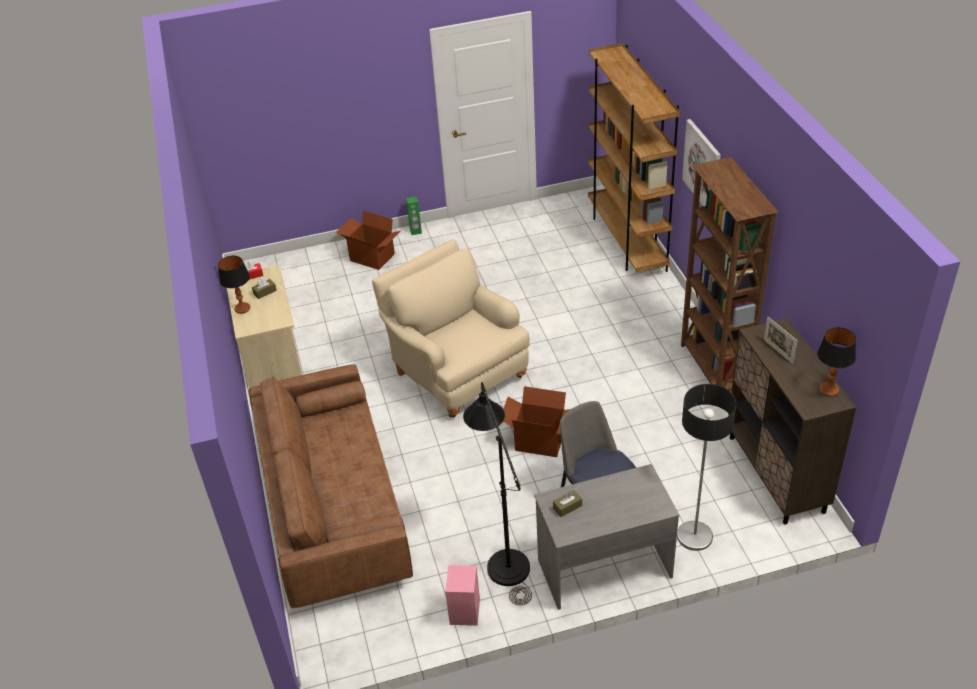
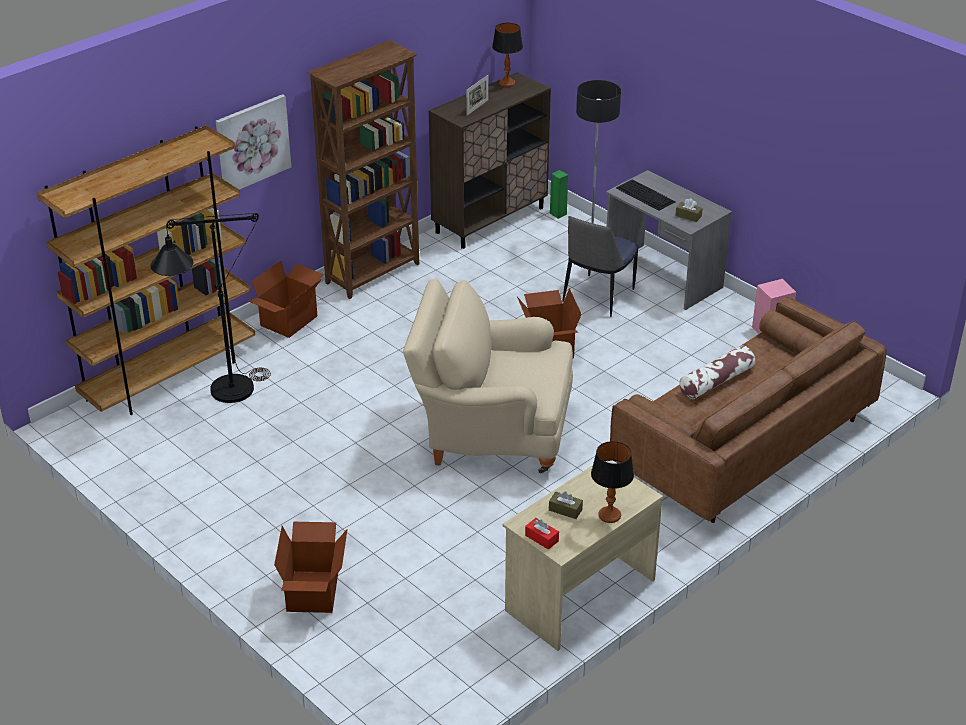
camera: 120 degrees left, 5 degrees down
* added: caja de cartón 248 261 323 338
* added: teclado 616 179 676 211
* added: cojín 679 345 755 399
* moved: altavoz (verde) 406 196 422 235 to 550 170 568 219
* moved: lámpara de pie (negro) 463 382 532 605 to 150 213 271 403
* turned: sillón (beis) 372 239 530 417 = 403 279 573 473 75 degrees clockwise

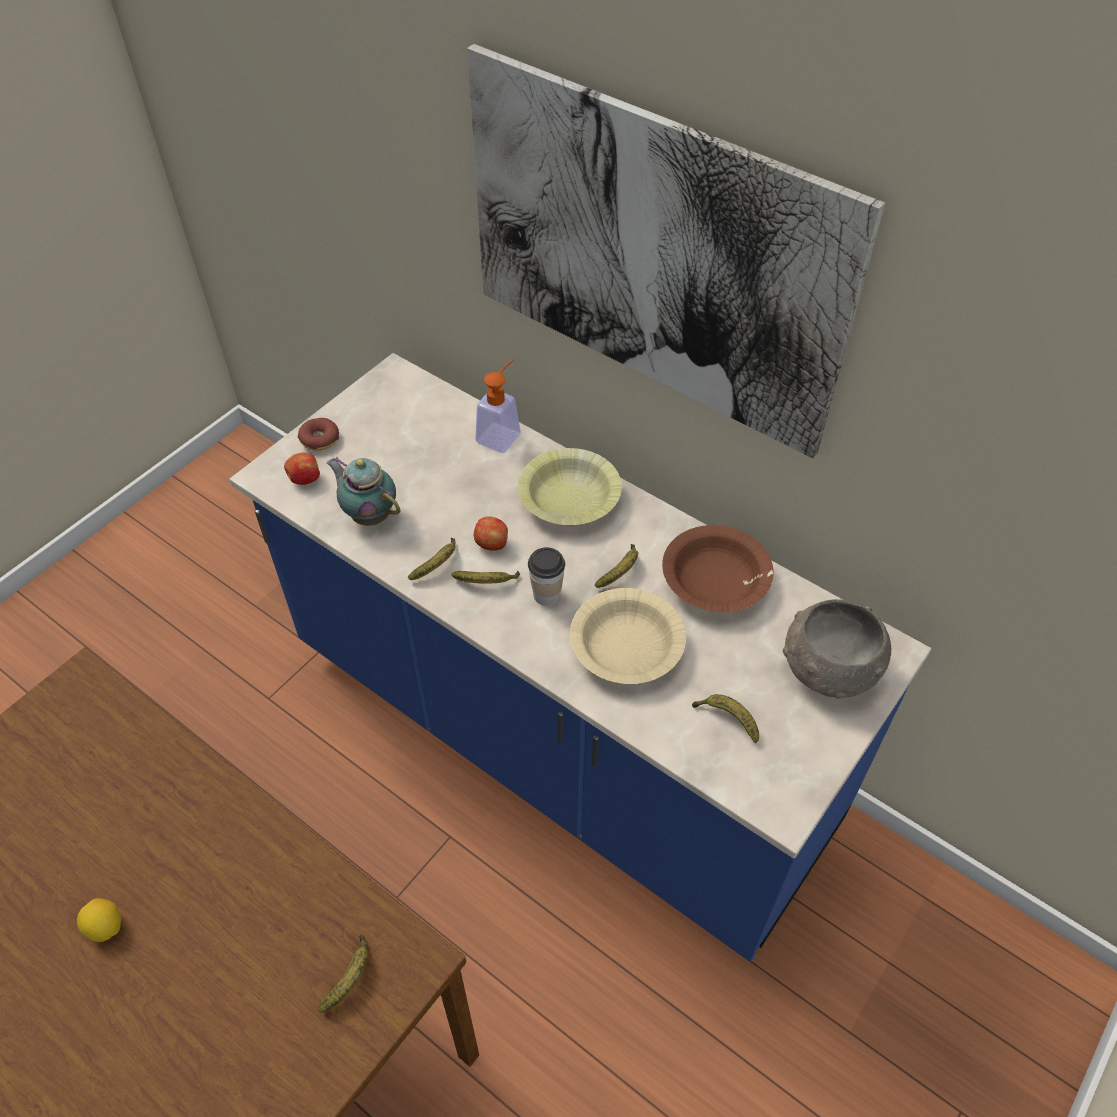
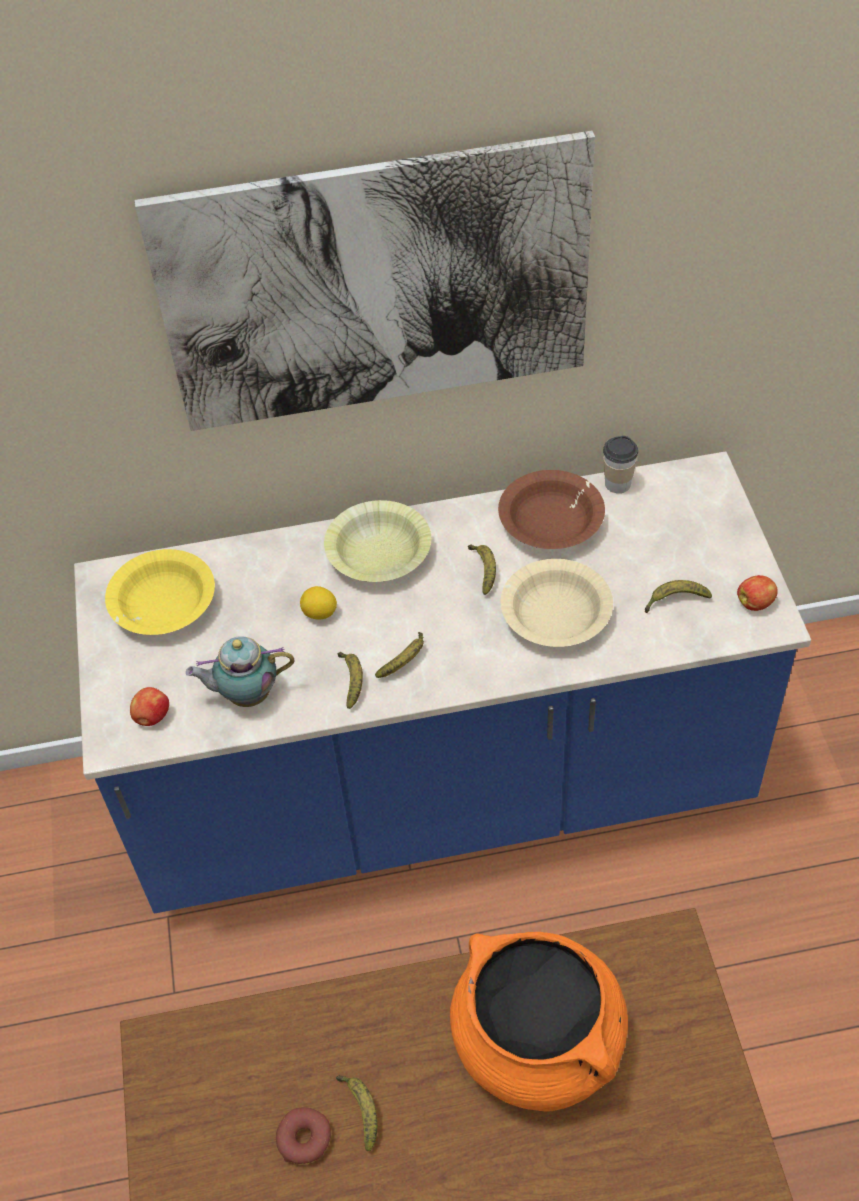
camera: 45 degrees left, 0 degrees up
* removed: dispensador de jabón 475 359 521 453
* removed: cuenco (gris) 782 599 891 699
* added: cuenco (amarillo) 105 549 215 635
* added: olla (naranja) 450 932 628 1112
* moved: limón 77 898 121 942 to 300 586 337 619
* moved: rosquilla 298 418 339 450 to 276 1107 331 1164
* moved: plátano 318 935 368 1013 to 336 1075 378 1151
* moved: manzana 474 516 508 551 to 737 575 778 611
* moved: taza 528 547 565 606 to 603 436 638 493

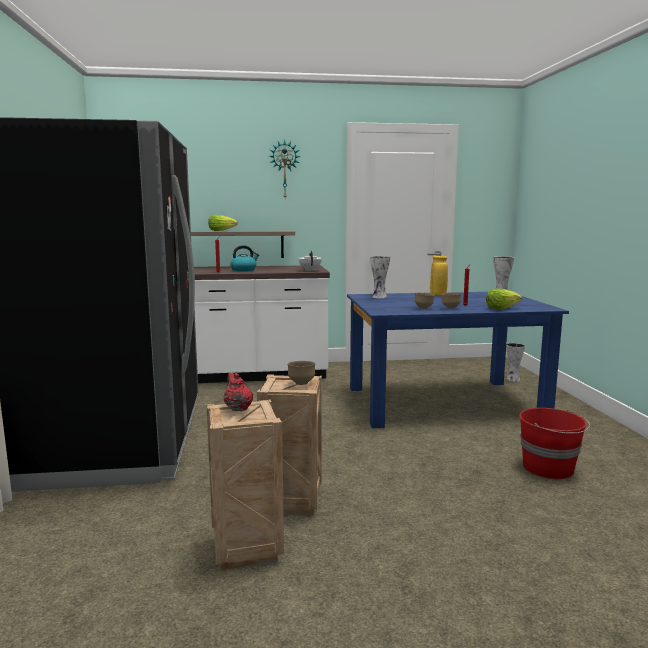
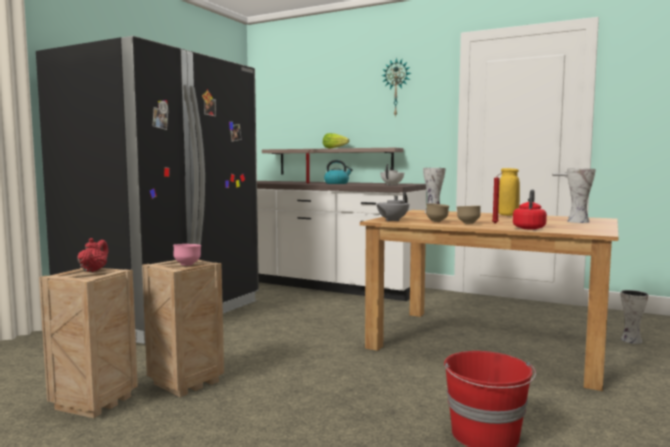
camera: 35 degrees right, 5 degrees down
* added: tetera (gris) 376 191 409 221
* replaced: lechuga 486 289 522 309 to hervidor (rojo) 513 189 547 230
* recoloured: cuenco (marrón) 287 361 316 385 to cuenco (rosa) 173 244 201 266
* recoloured: mesa de comedor (azul) 347 292 569 428 to mesa de comedor (marrón) 360 210 619 391

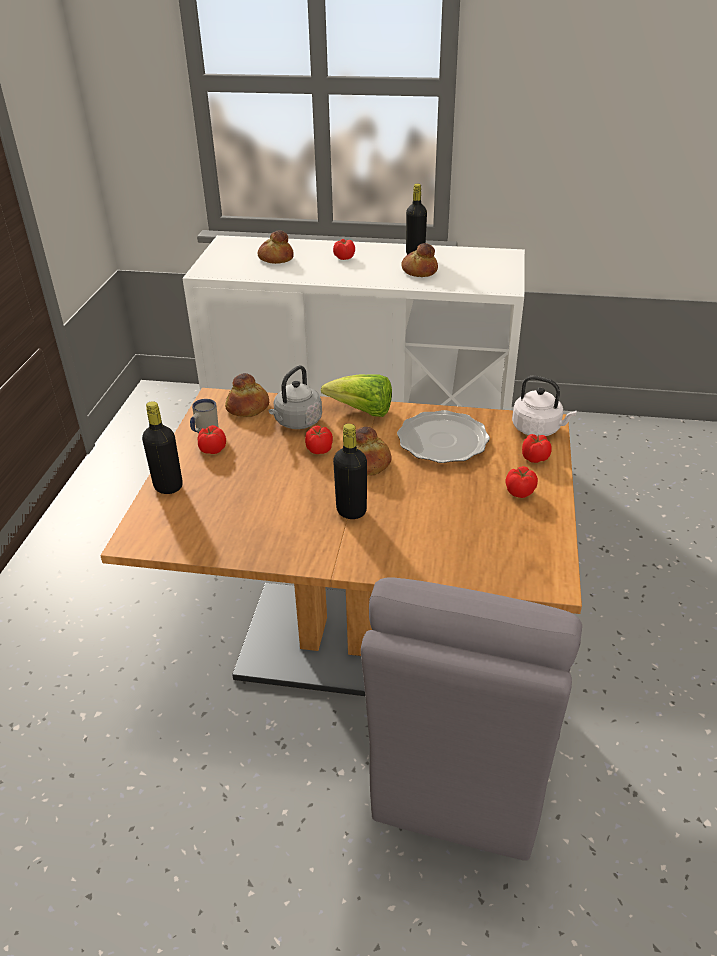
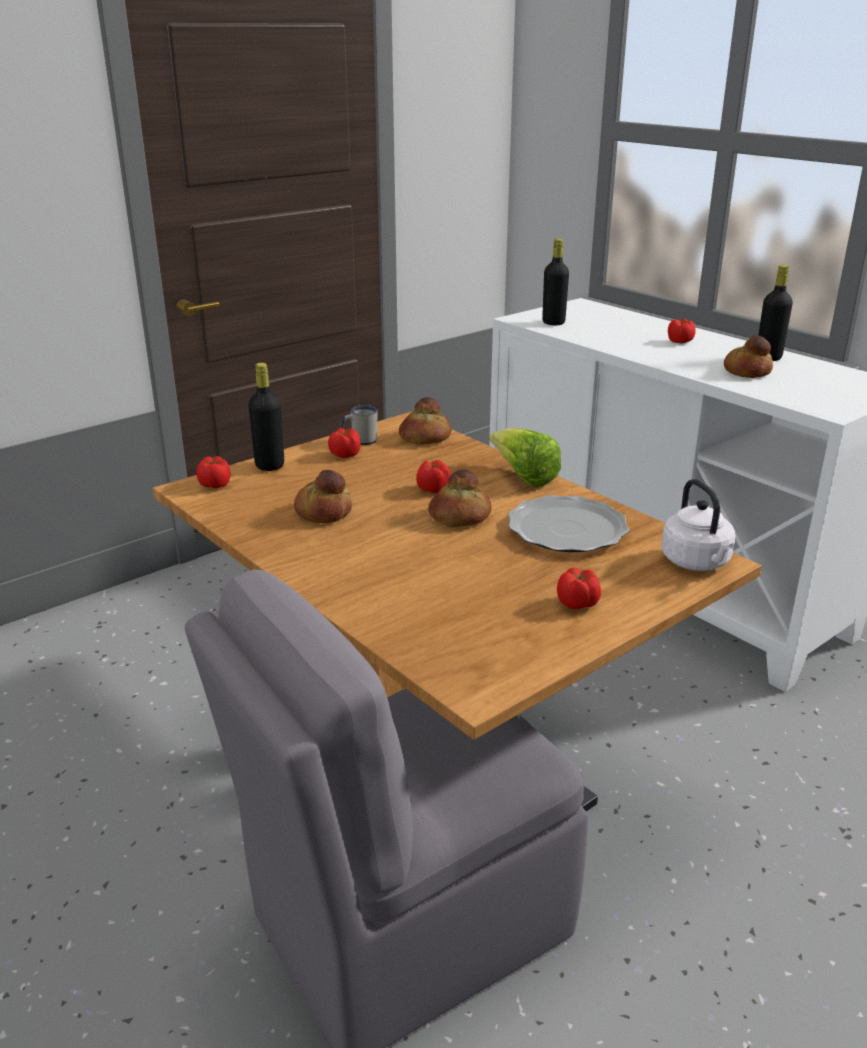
camera: 40 degrees right, 10 degrees down
* removed: hervidor (gris) 269 365 322 429
* moved: pan 258 230 294 264 to 294 470 353 523
* moved: botella (negro) 333 424 367 519 to 542 238 569 325
* moved: tomate 522 434 551 463 to 196 456 230 489

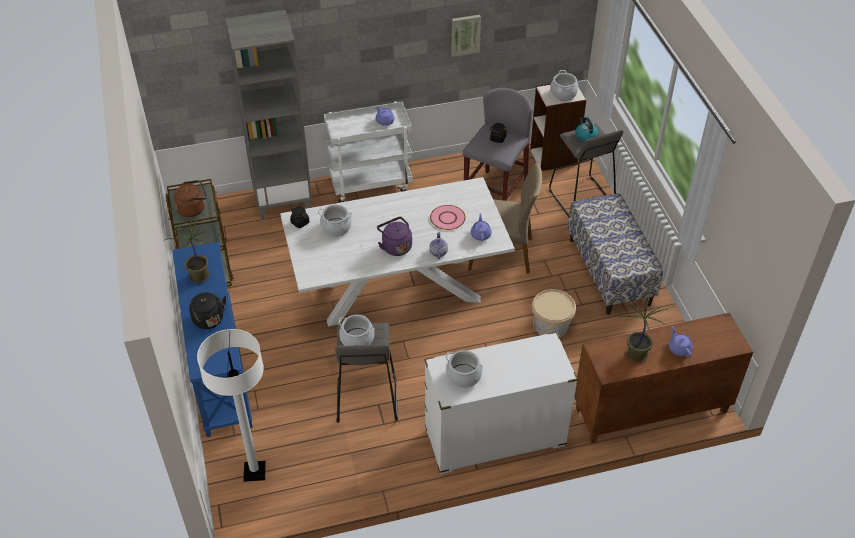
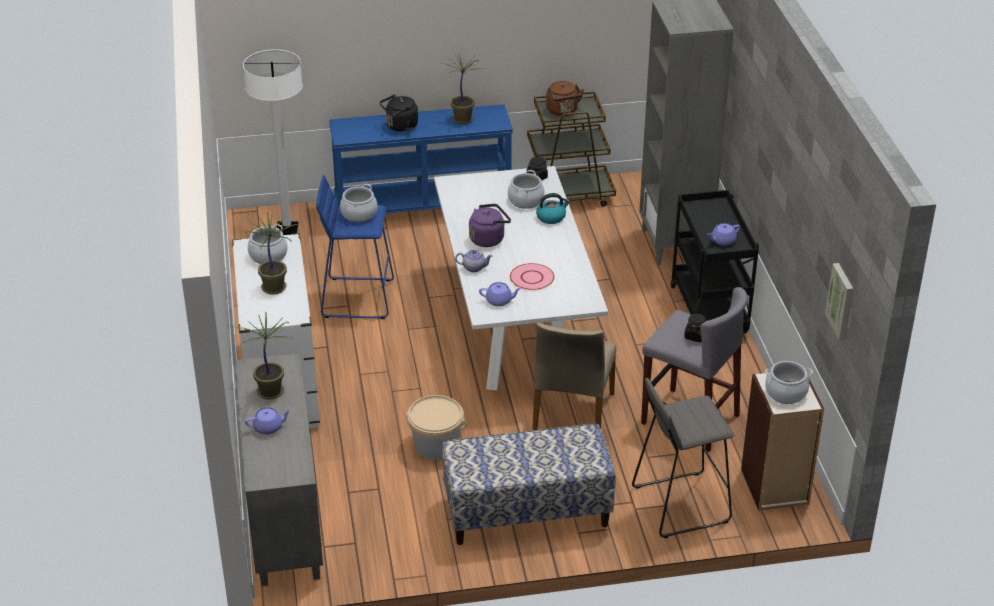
camera: 95 degrees right, 10 degrees down
* added: planta en maceta 248 212 298 295
* moved: cuadro 451 15 481 57 to 825 263 853 341
* moved: hervidor 575 117 598 142 to 536 193 570 224
* recoloured: carrito (blanco) 324 101 413 203 to carrito (negro) 671 190 759 333
* recoloured: taburete (gris) 335 323 398 423 to taburete (azul) 316 175 394 319
* recoloured: armario (marrón) 574 313 753 443 to armario (gris) 236 353 323 586

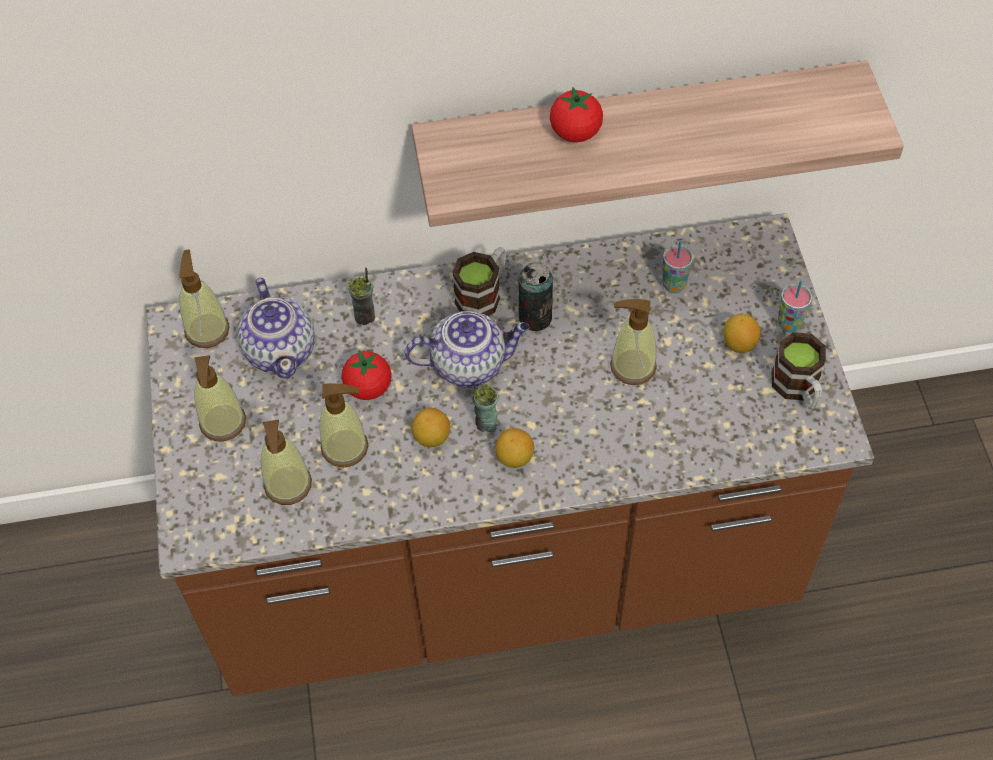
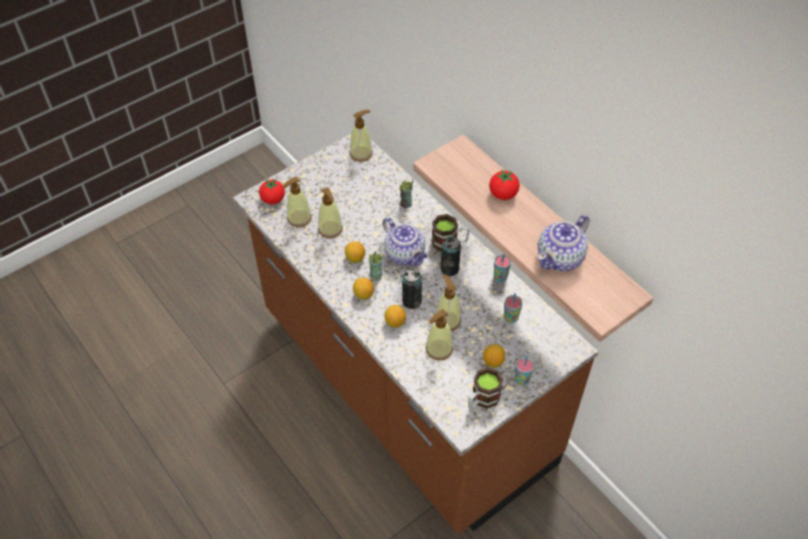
camera: 60 degrees right, 5 degrees down
* added: limón 385 305 406 328
* added: lata 402 269 422 309
* added: taza 494 253 511 282
* moved: dispensador de jabón 194 355 246 441 to 426 309 453 360
* moved: tetera 238 278 315 379 to 538 215 589 271
* moved: tomate 341 350 392 400 to 259 179 285 204

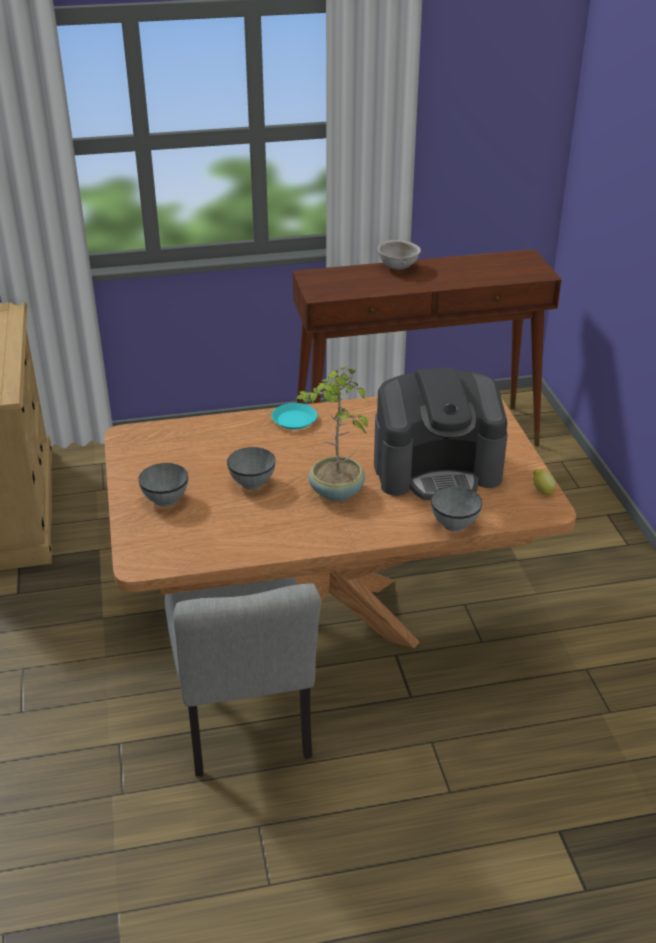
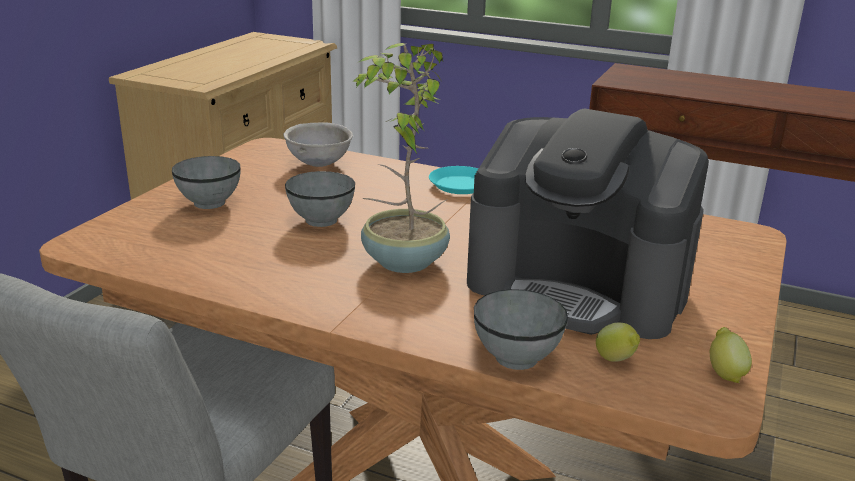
camera: 35 degrees right, 10 degrees down
* added: limón 596 323 640 362
* moved: cuenco (gris) 378 240 421 270 to 283 122 353 167

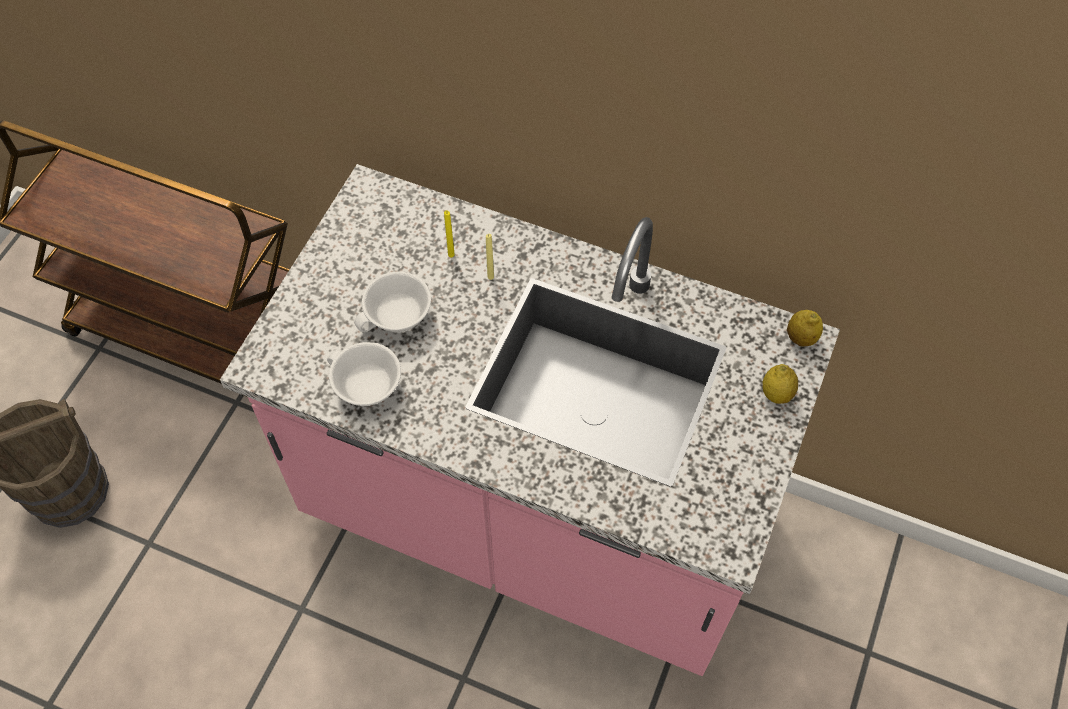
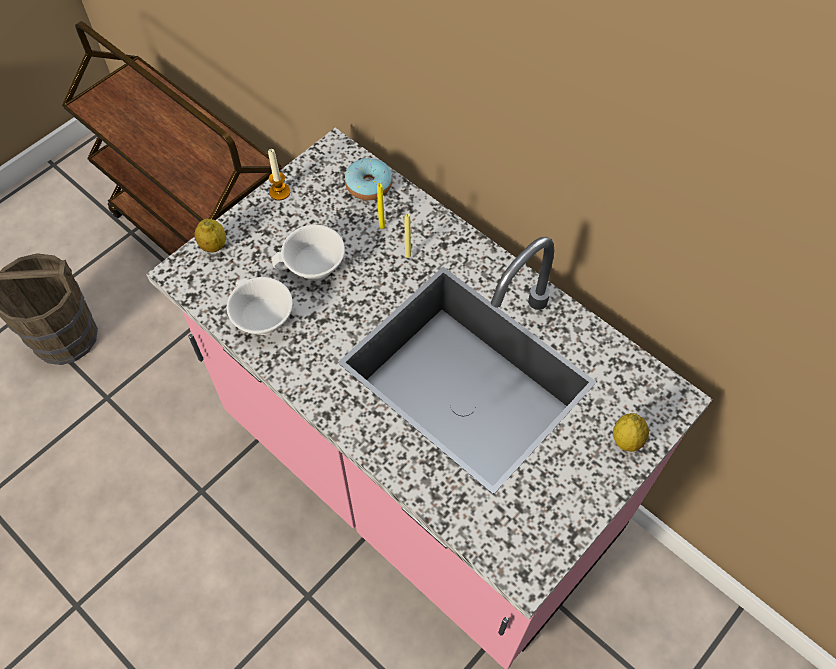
camera: 20 degrees right, 0 degrees up
* added: vela 268 149 290 201
* added: rosquilla 345 158 393 201
* moved: limón 787 310 823 346 to 194 219 226 253

